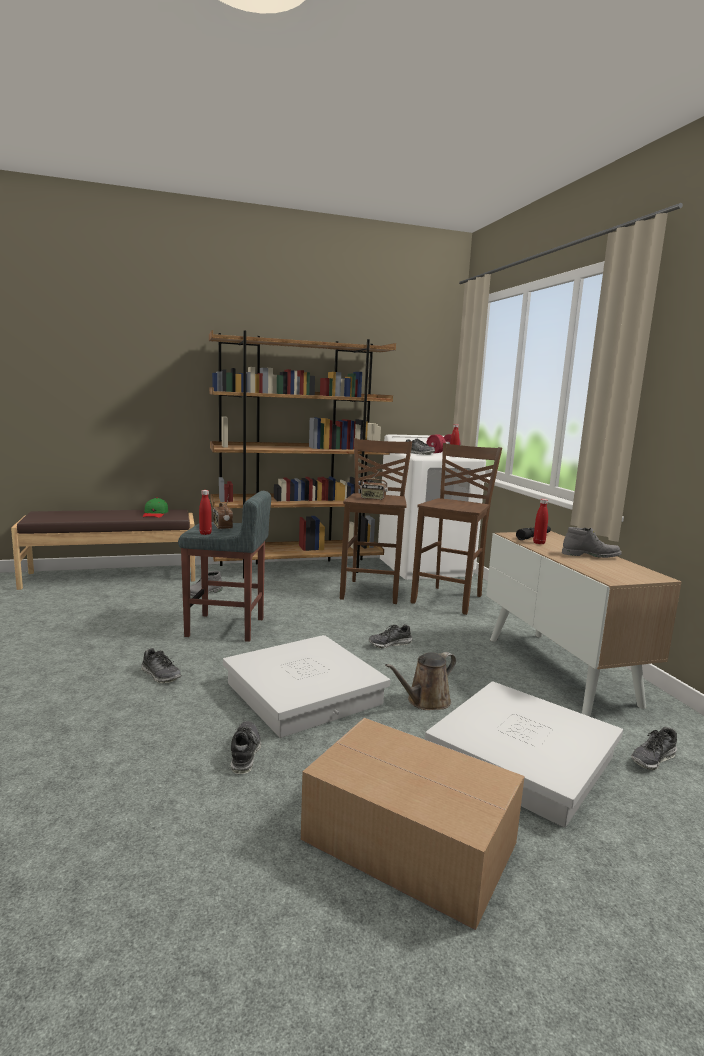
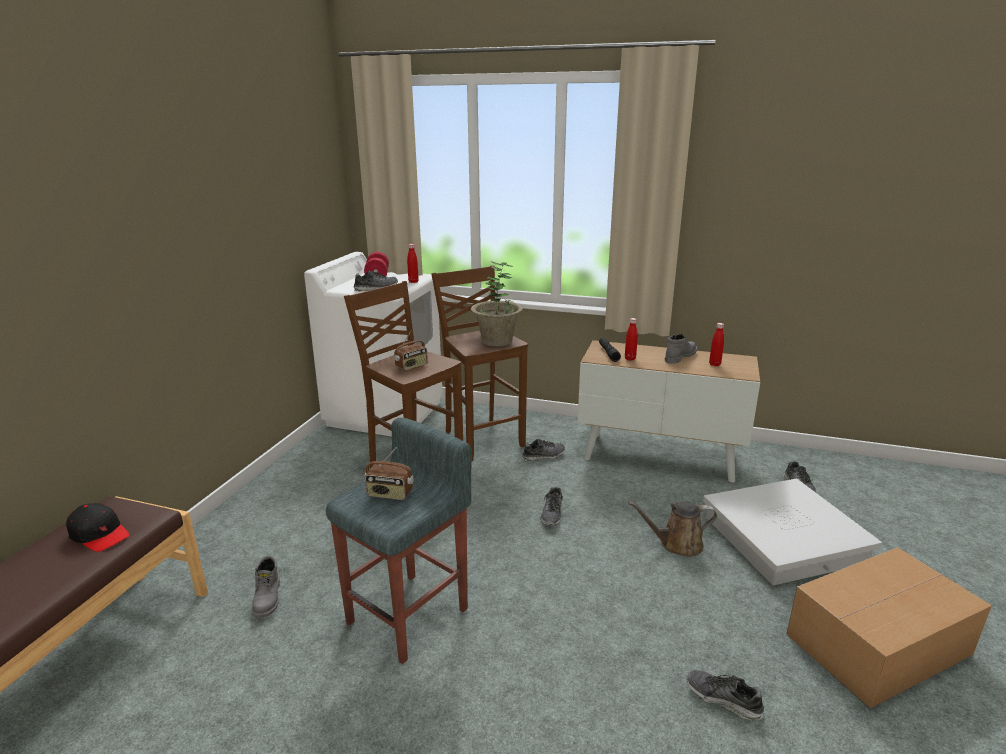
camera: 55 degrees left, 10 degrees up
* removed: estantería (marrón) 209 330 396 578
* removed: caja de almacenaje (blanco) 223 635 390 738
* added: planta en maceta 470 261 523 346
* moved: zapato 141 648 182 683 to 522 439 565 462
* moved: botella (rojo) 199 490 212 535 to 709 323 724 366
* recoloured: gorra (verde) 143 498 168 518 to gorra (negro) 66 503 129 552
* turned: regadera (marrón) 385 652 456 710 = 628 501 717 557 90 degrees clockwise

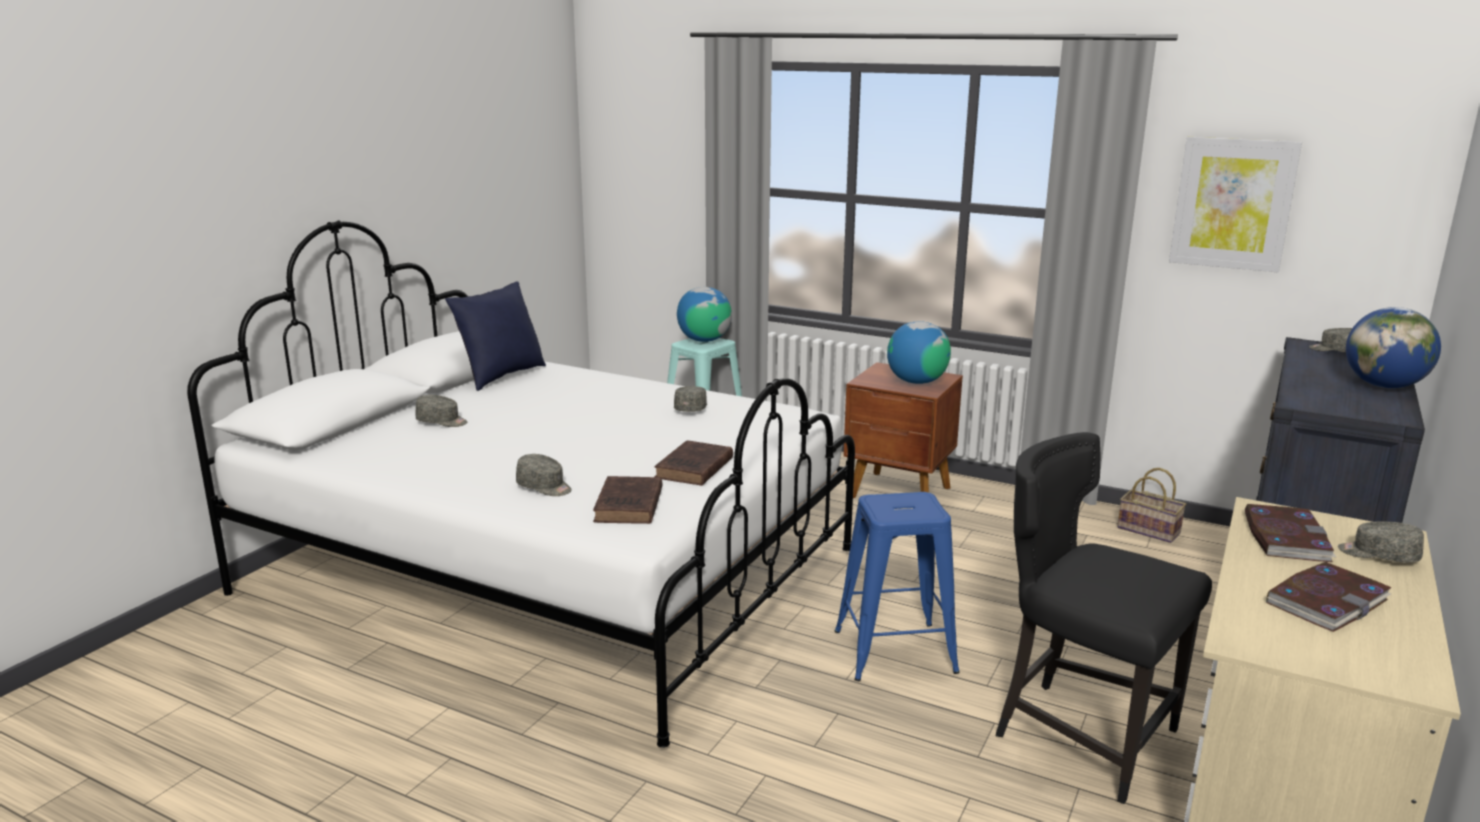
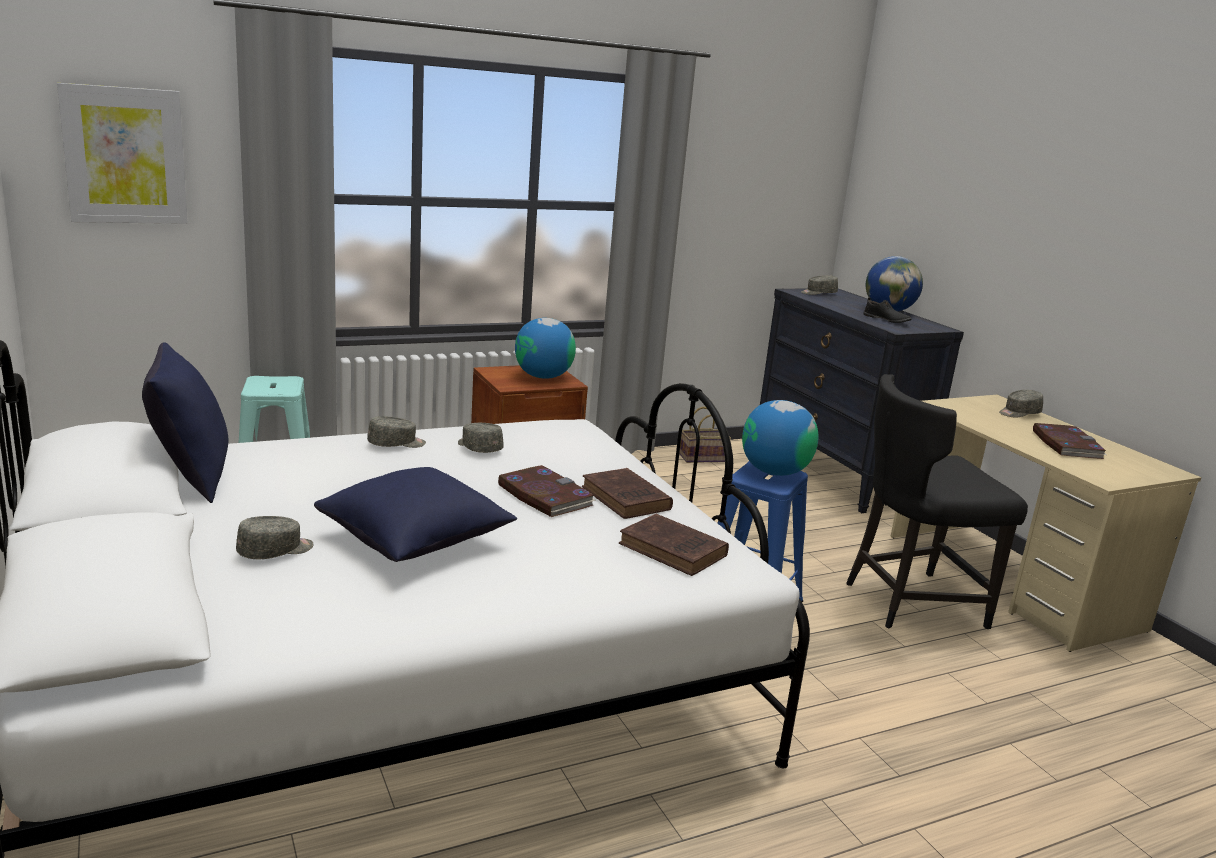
camera: 55 degrees left, 0 degrees up
* added: cojín (azul) 314 467 517 562
* added: zapato (negro) 863 297 911 323
* moved: gorra (gris) 516 454 572 496 to 367 416 426 448
* moved: globo terráqueo 677 287 732 342 to 742 400 818 476
* moved: cuadro 1169 137 1302 272 to 57 83 188 224
* moved: libro 1245 504 1336 562 to 498 465 595 517

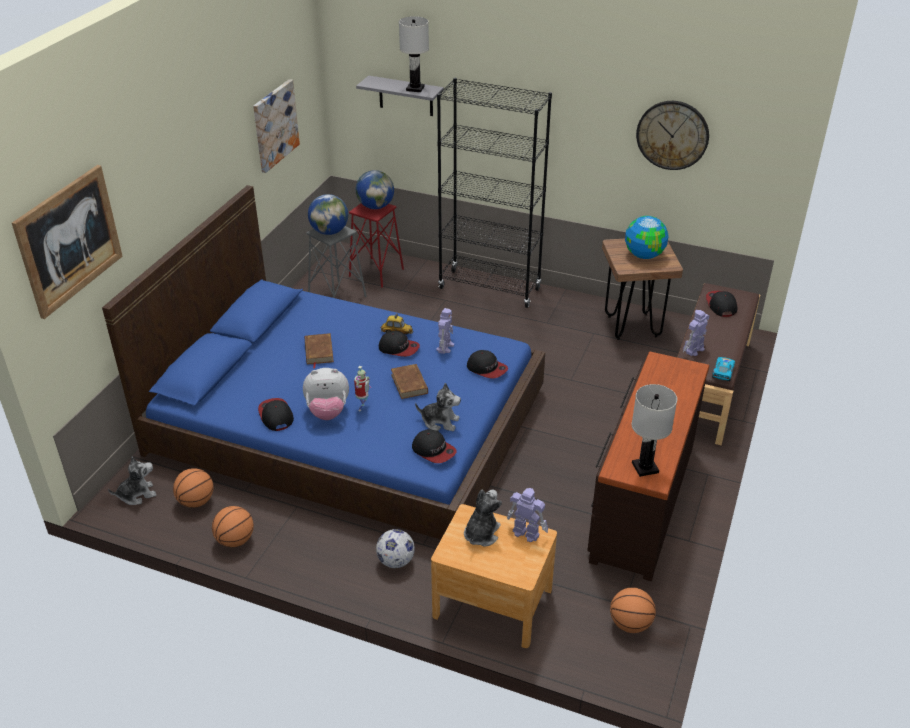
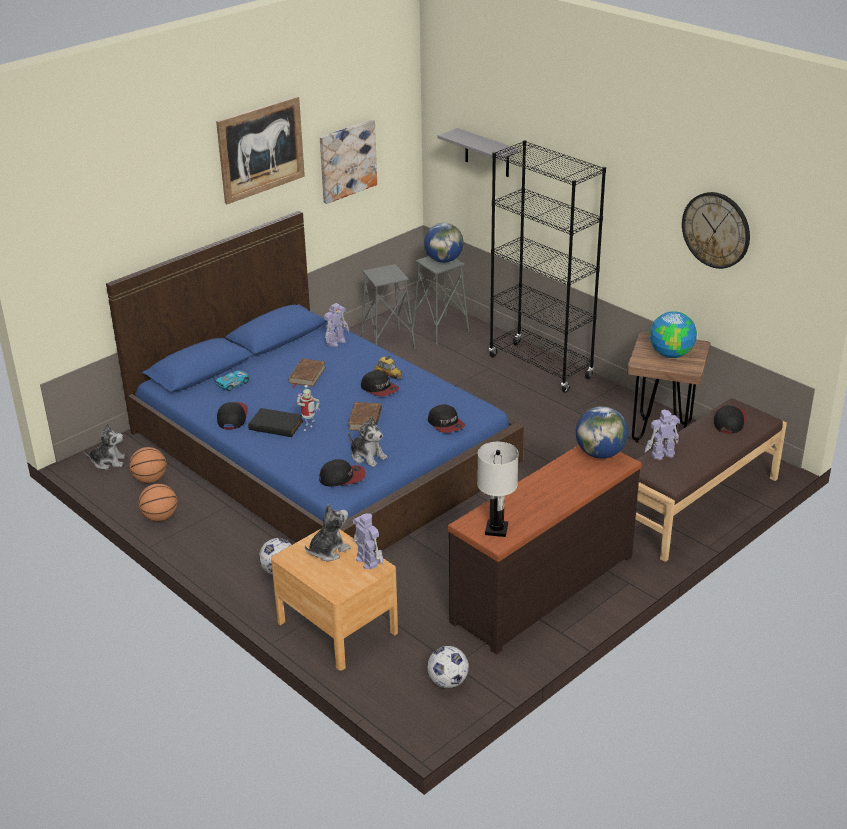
camera: 25 degrees right, 5 degrees down
* removed: lámpara de mesa (blanco) 399 16 429 92
* moved: cuadro 12 165 123 319 to 216 96 305 204
* moved: globo terráqueo 308 194 348 235 to 576 406 628 459
* moved: robot de juguete 436 308 454 354 to 324 303 349 347
* moved: coche de juguete 712 357 735 381 to 214 371 249 391
* replaced: peluche 303 368 349 420 to libro (negro) 248 408 304 437
* replaced: balón de baloncesto 610 587 656 633 to balón de fútbol 427 646 469 688
* recoloured: taburete (rojo) 349 203 404 288 to taburete (gris) 412 256 469 344
* turned: gorra 412 429 457 463 = 319 459 366 487 75 degrees counterclockwise

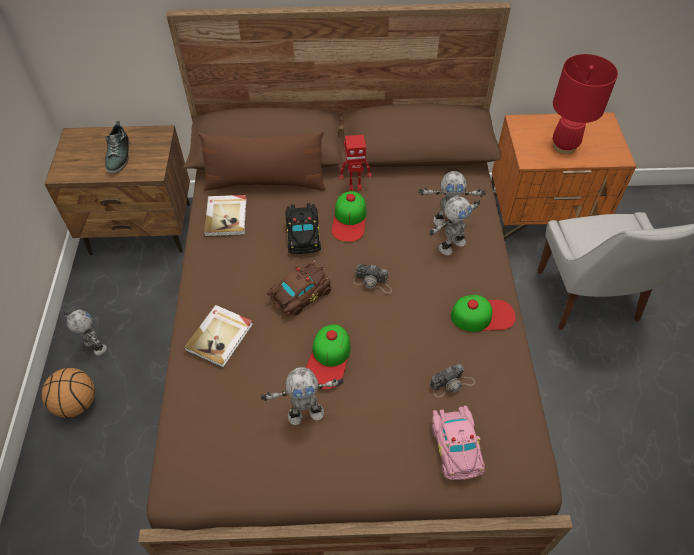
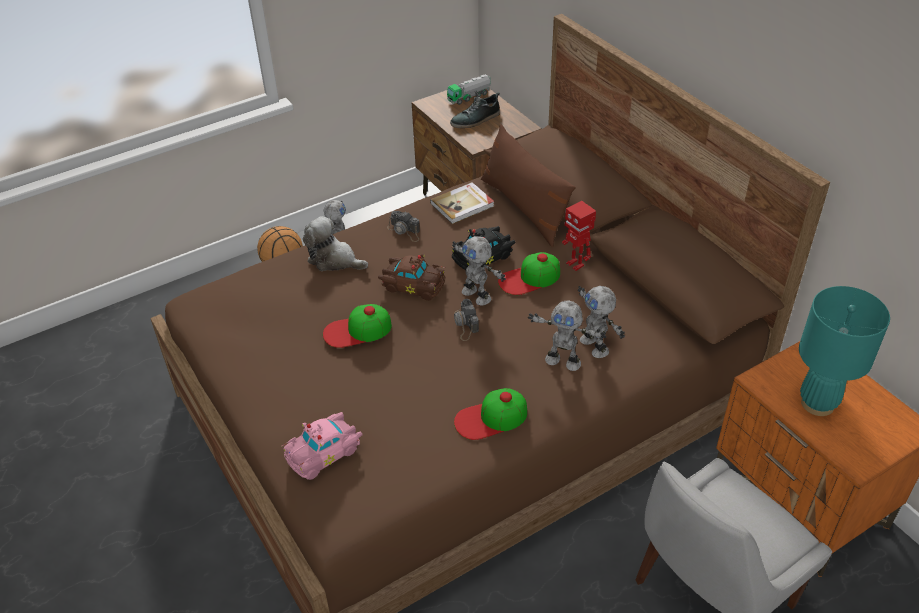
camera: 60 degrees right, 10 degrees down
* added: camión de juguete 447 74 491 105
* moved: robot de juguete 261 367 344 425 to 452 236 506 306
* moved: cámara 430 364 475 397 to 387 211 420 242
* replaced: libro 184 305 253 368 to peluche 303 216 368 271
* recoloured: lámpara de mesa (rojo) 553 54 618 154 to lámpara de mesa (turquesa) 799 286 890 416
* turned: gorra 451 295 516 332 = 454 388 527 440 105 degrees clockwise

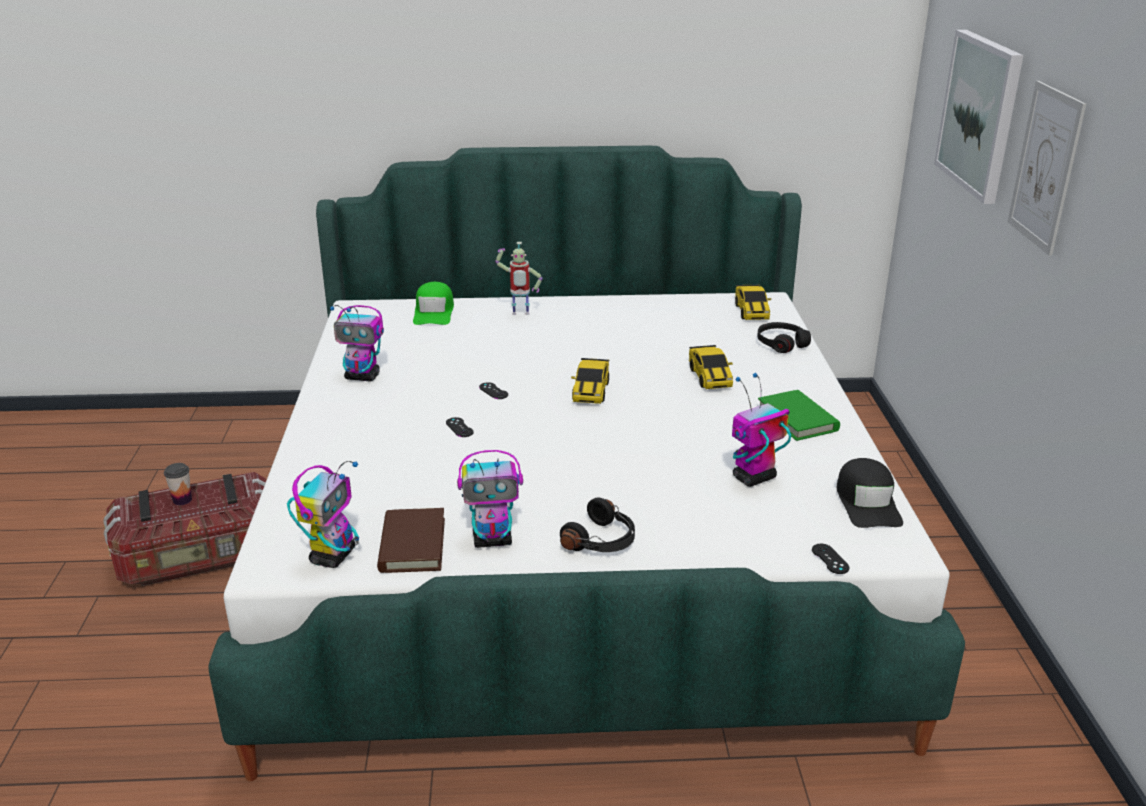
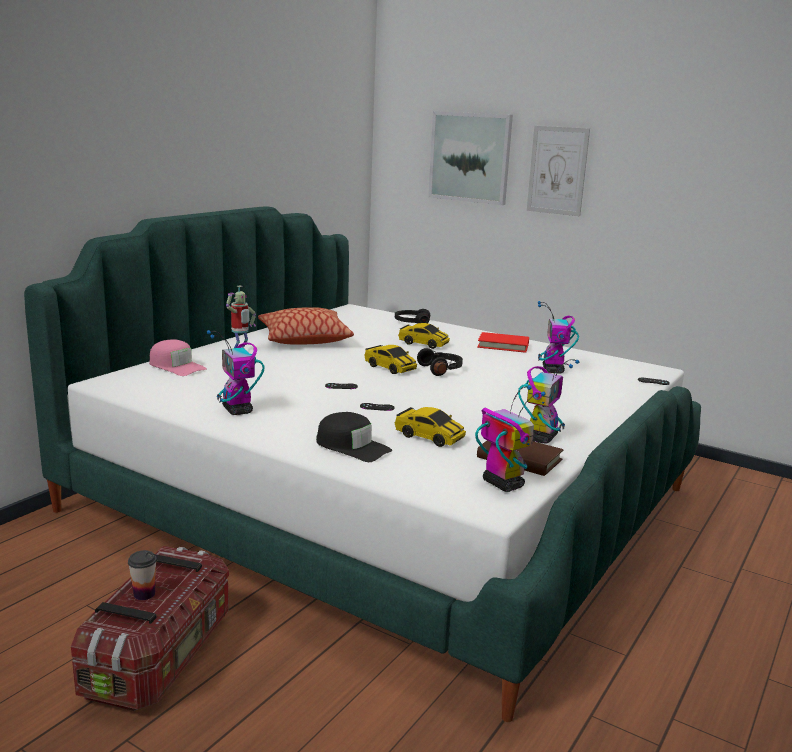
camera: 55 degrees left, 10 degrees down
* added: cojín 258 307 354 345
* moved: auriculares (negro) 560 497 635 552 to 417 348 463 376
* moved: coche de juguete 735 285 771 320 to 395 407 466 447
* moved: gorra (negro) 836 458 903 528 to 316 412 392 462
* recoloured: gorra (verde) 413 282 454 325 to gorra (rosa) 149 339 207 376
* recoloured: libro (verde) 758 390 840 441 to libro (rojo) 477 332 529 353
* turned: robot de juguete 330 305 384 382 = 207 330 265 415 105 degrees clockwise

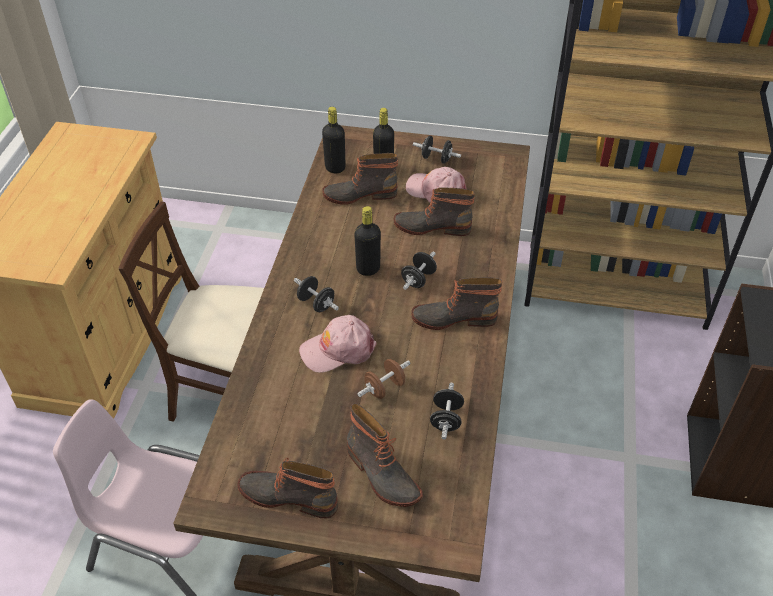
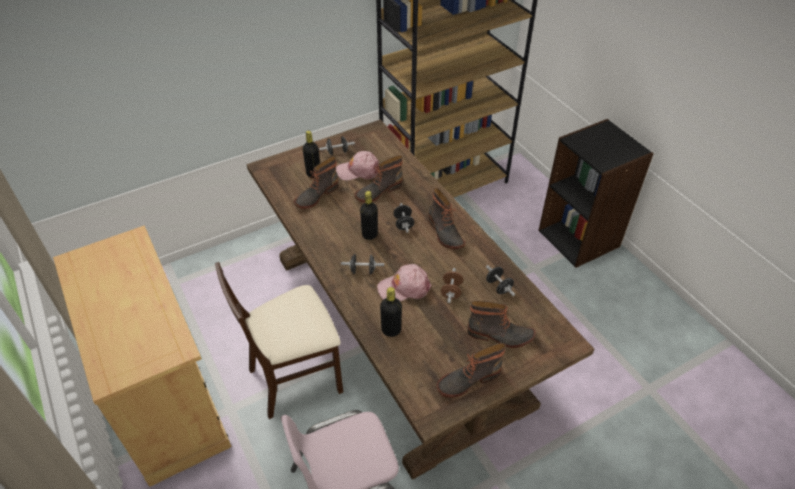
camera: 40 degrees left, 0 degrees up
* moved: botella (negro) 322 107 345 173 to 380 287 402 337
* turned: gorra (rosa) 299 315 377 373 = 377 264 432 301 45 degrees clockwise
* turned: bota 411 277 502 330 = 428 188 465 249 75 degrees counterclockwise

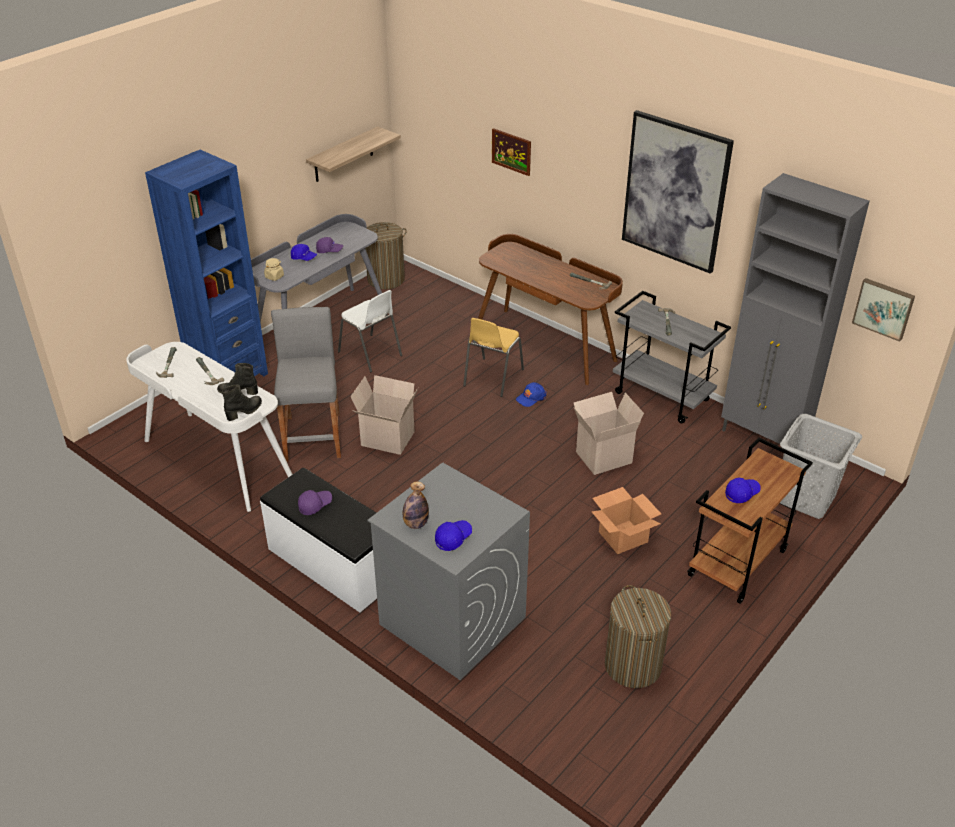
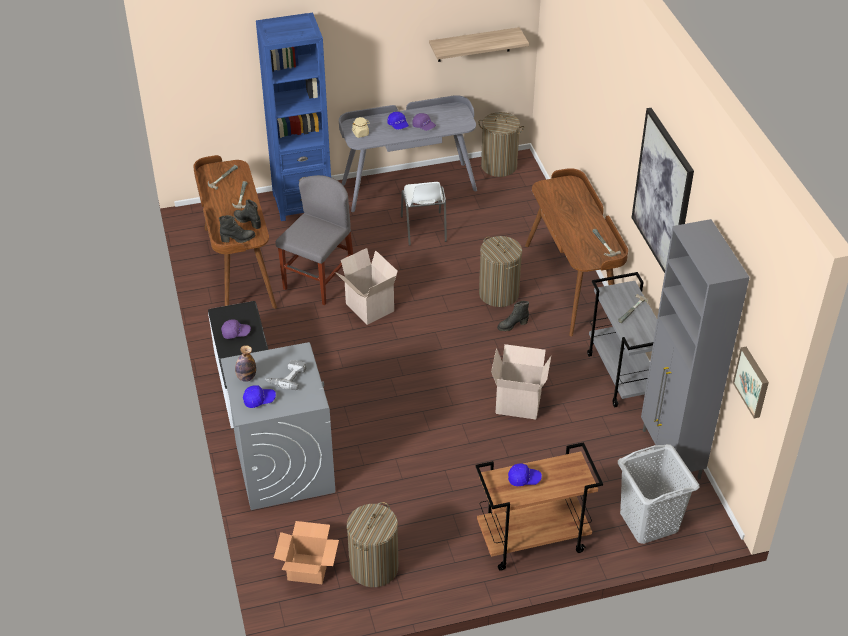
camera: 35 degrees right, 5 degrees up
* removed: cuadro 492 128 531 176
* added: taladro 265 360 307 390
* moved: caja de cartón 592 487 661 554 to 274 521 339 584
* replaced: taburete (gris) 271 307 341 462 to silla (gris) 276 175 353 305
* replaced: silla (amarillo) 463 318 524 397 to cesto de la ropa 479 236 522 307
* replaced: gorra (azul) 516 382 547 407 to bota (negro) 497 301 529 331
* recoloured: escritorio (blanco) 126 342 293 512 to escritorio (marrón) 193 155 277 309

